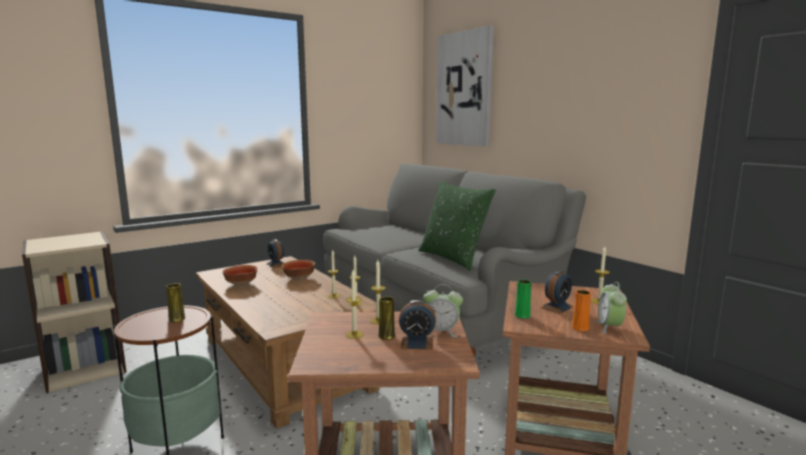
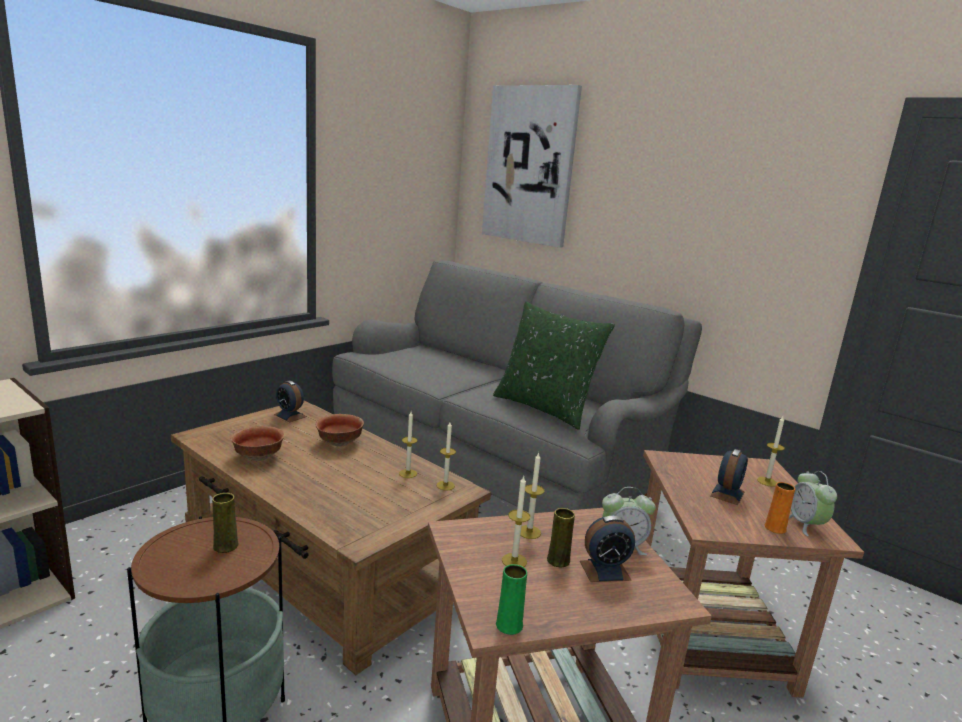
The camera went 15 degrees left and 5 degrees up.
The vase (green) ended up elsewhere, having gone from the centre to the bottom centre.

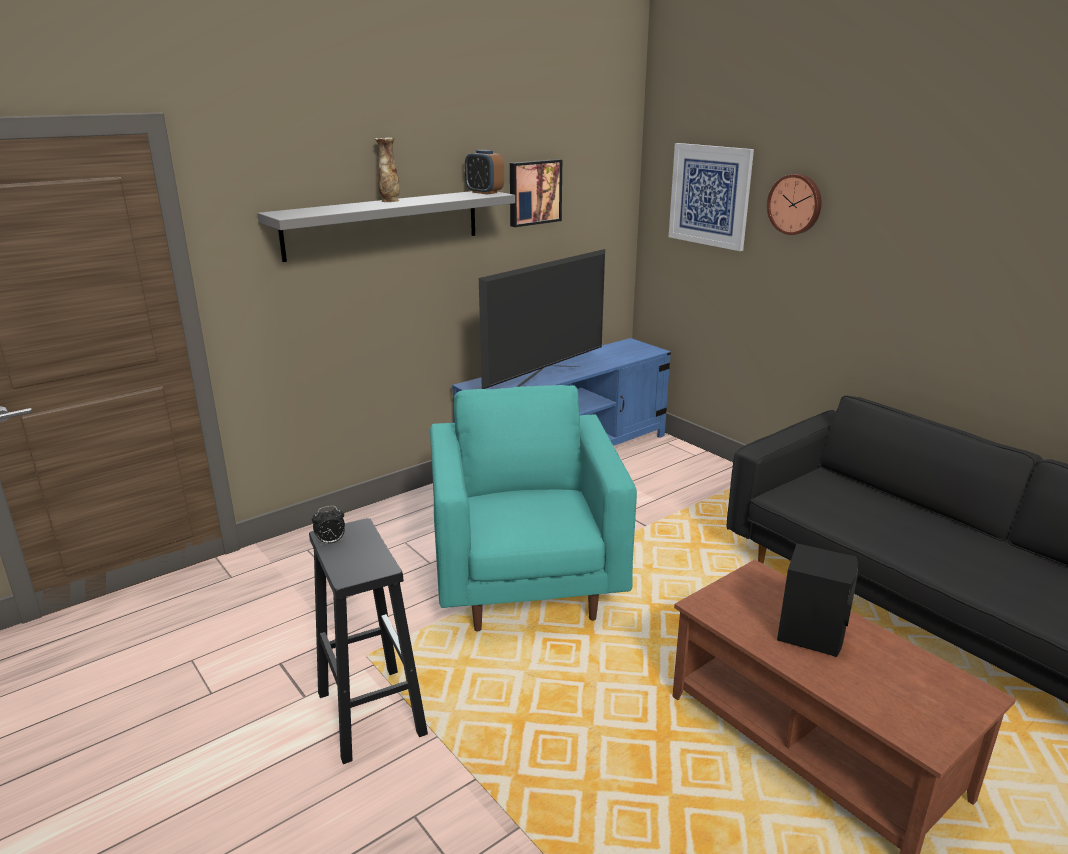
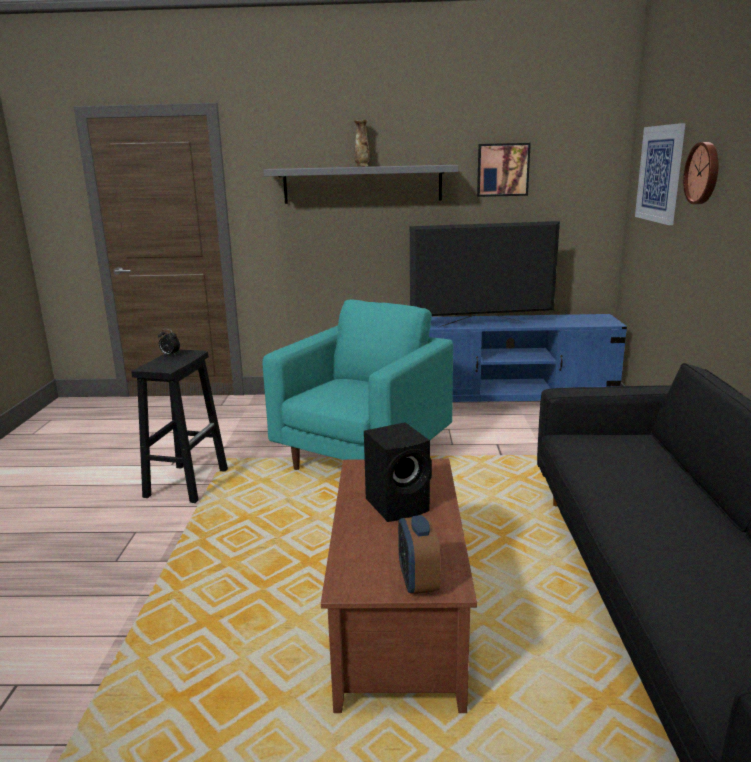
The camera went 40 degrees right and 5 degrees down.
The alarm clock (no. 2 from left) ended up elsewhere, having gone from the top centre to the bottom centre.

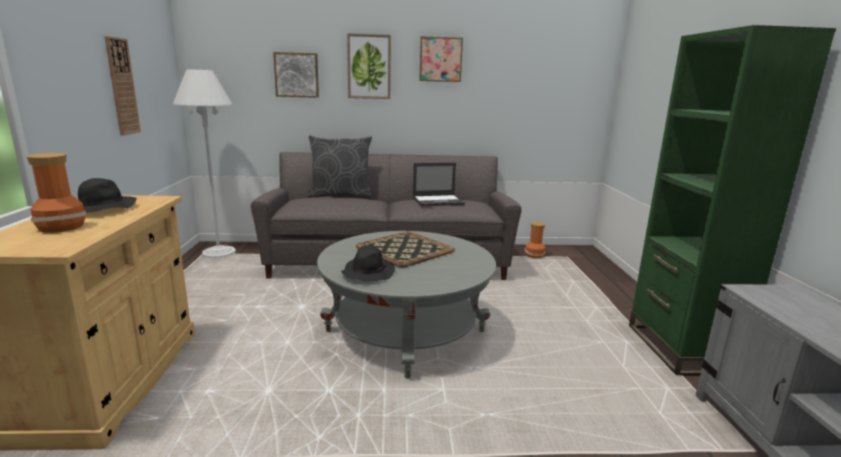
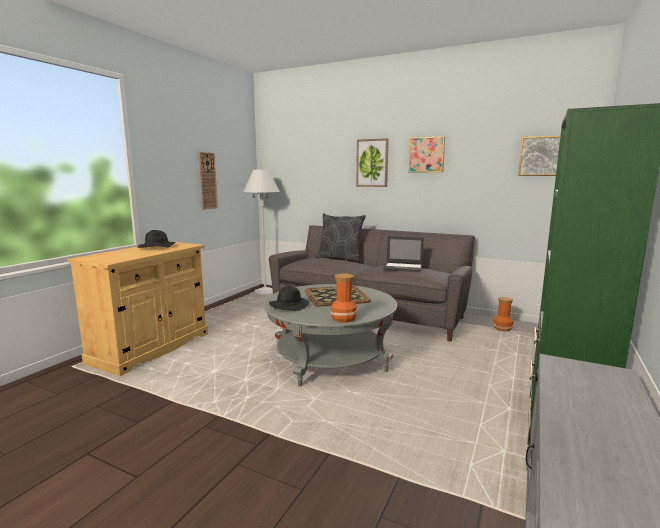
The camera went 30 degrees right and 5 degrees down.
The vase (no. 1 from left) ended up elsewhere, having gone from the middle left to the centre.
The picture (no. 1 from left in the first image) ended up elsewhere, having gone from the top centre to the top right.

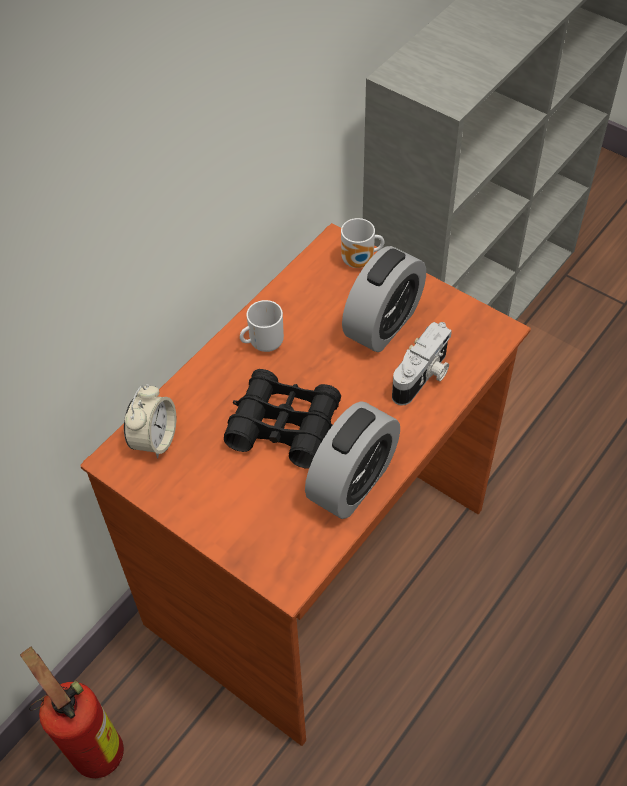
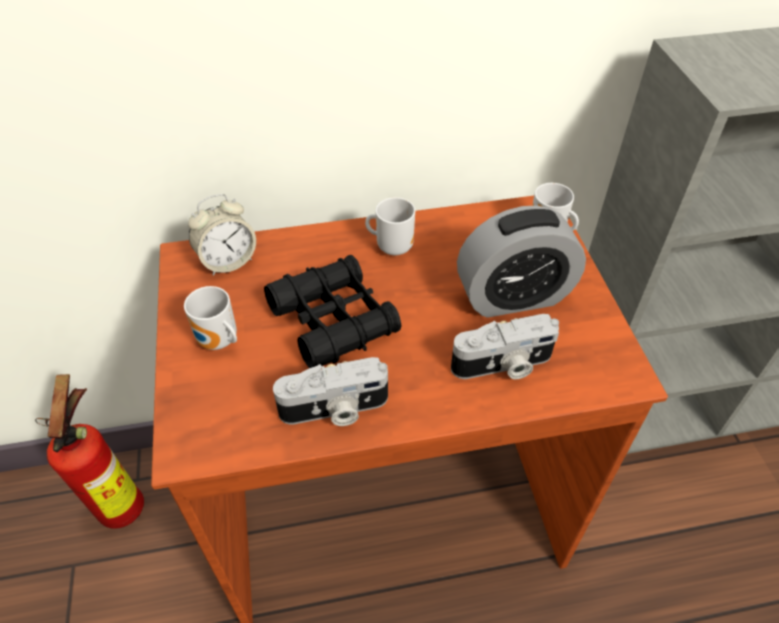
The camera went 40 degrees right and 5 degrees down.
Where the alarm clock (no. 2 from left) stood at the centre, the photo camera (no. 1 from left) came to stand at the centre.
The second view gained the mug (no. 1 from left) at the middle left.

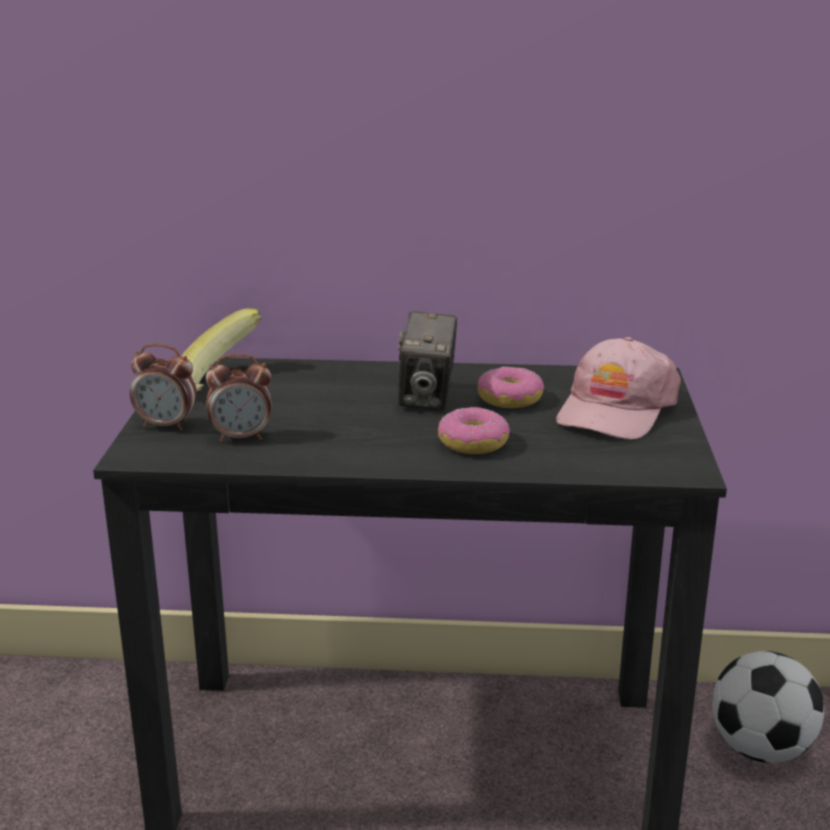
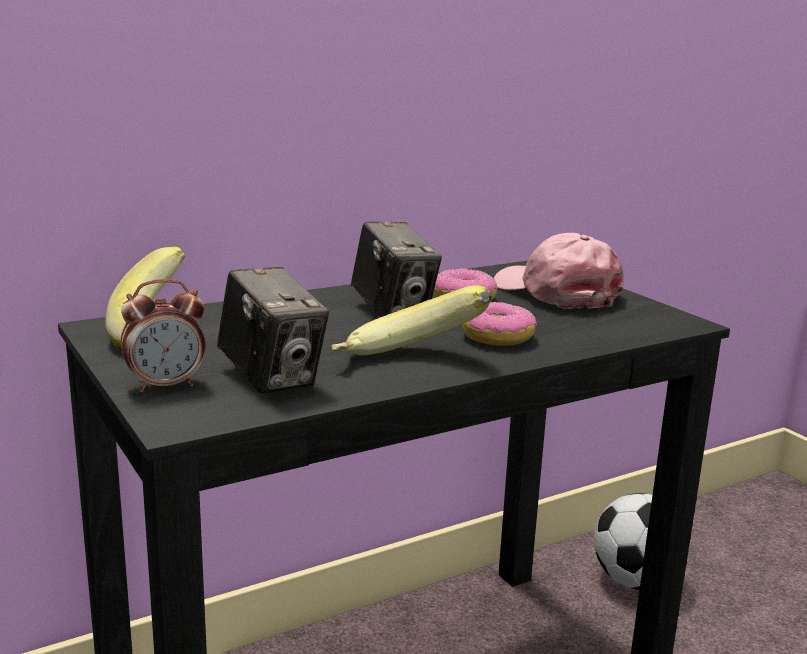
The camera went 35 degrees left and 5 degrees down.
Where the alarm clock (no. 2 from left) stood at the middle left, the photo camera (no. 1 from left) came to stand at the centre.
The cap (pink) at the middle right ended up facing another way, 150 degrees clockwise from before.
The second view gained the banana (no. 2 from left) at the centre.

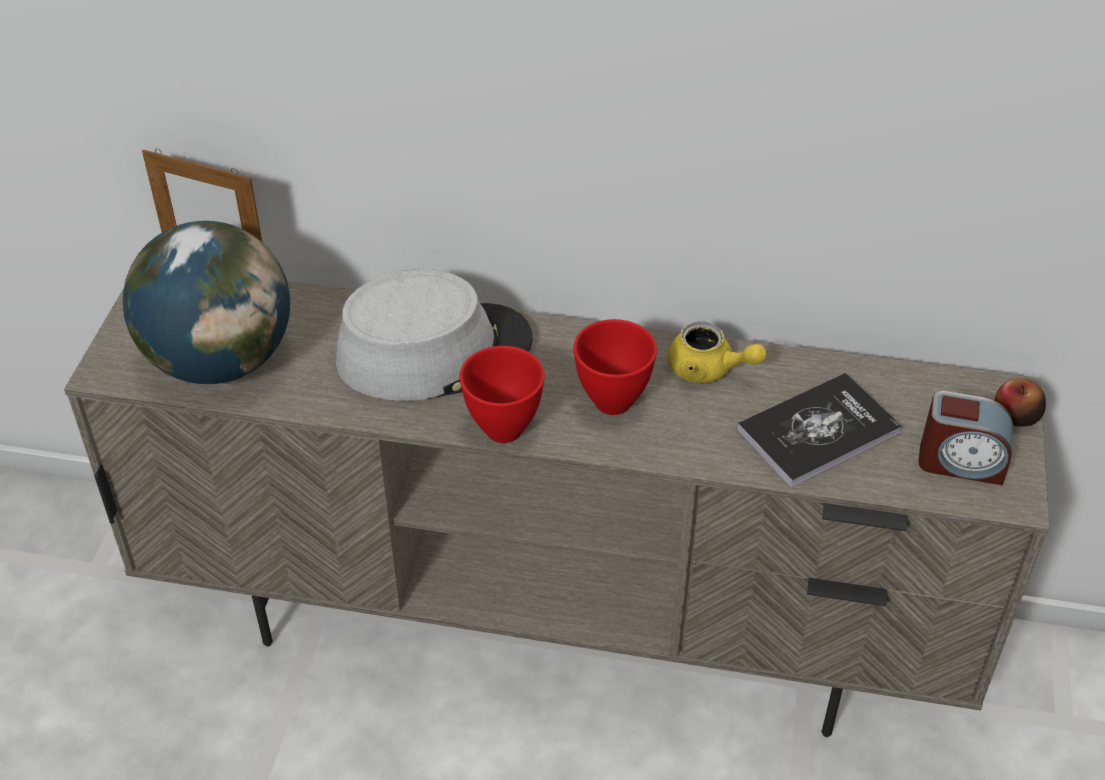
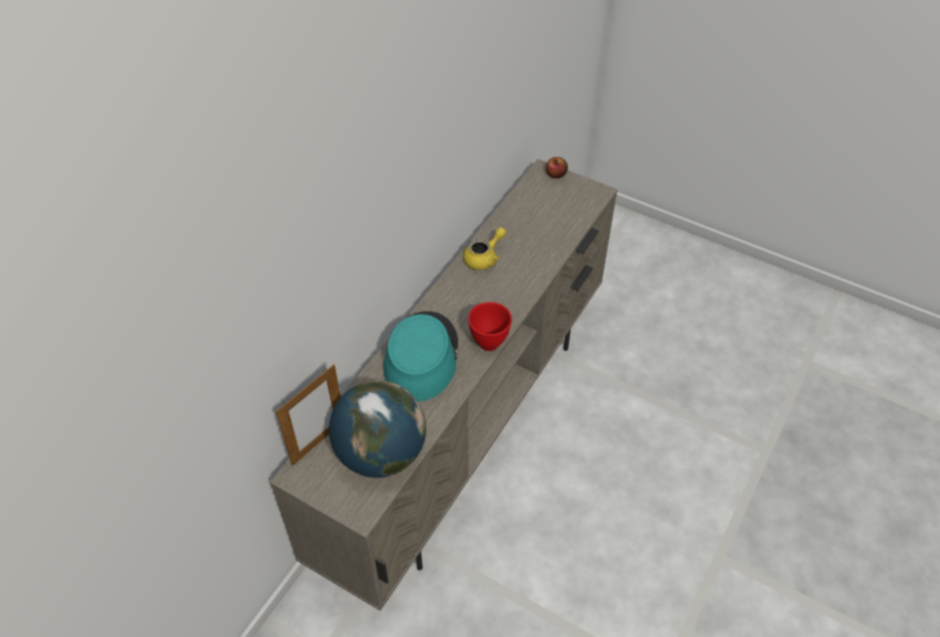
The camera went 70 degrees left and 5 degrees up.
What was the hat (grey) at the centre turned into the hat (turquoise) at the centre.
The second view lost the bowl (red) (no. 2 from left) at the centre.
The second view lost the book at the middle right.
The second view lost the alarm clock at the middle right.

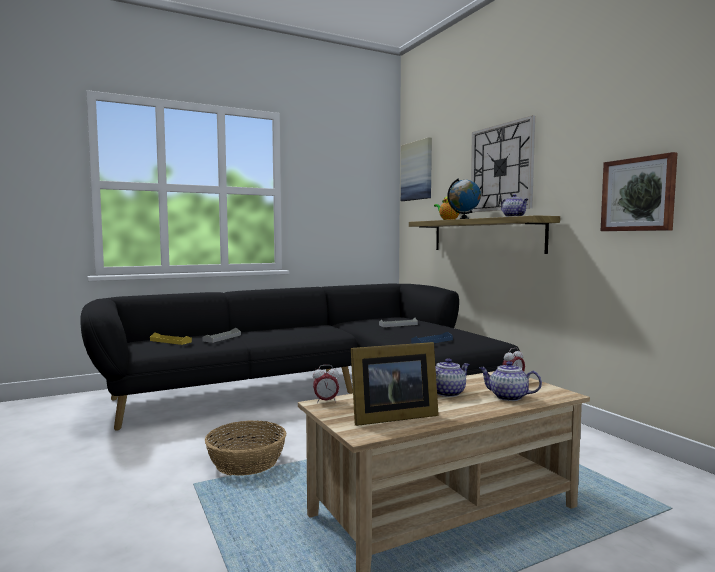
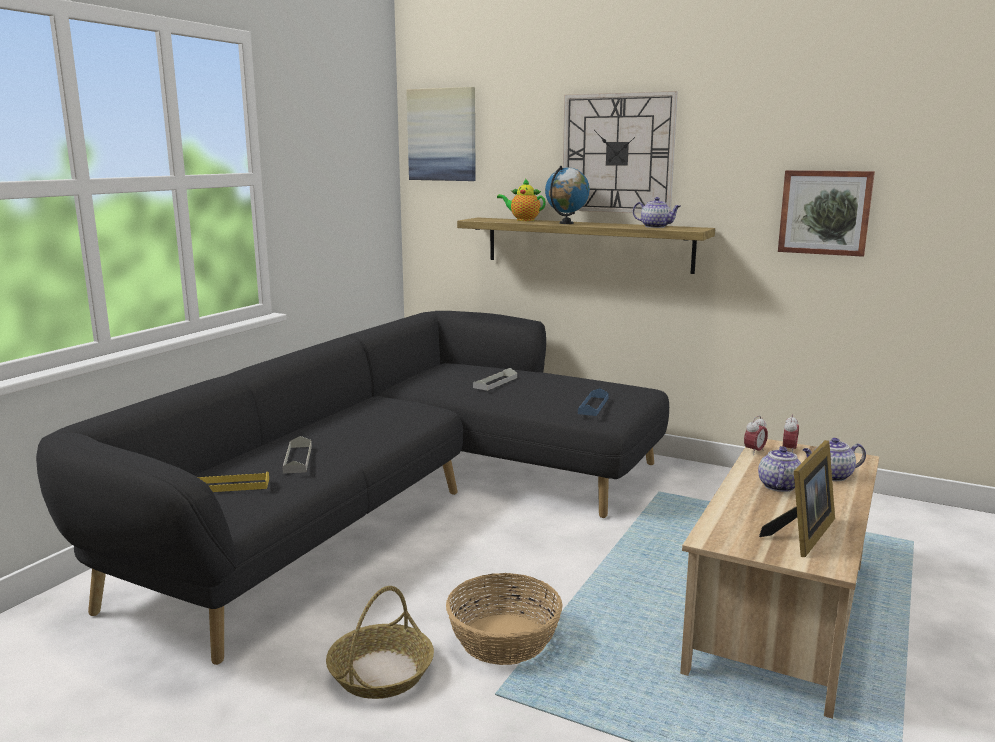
The camera went 35 degrees left and 10 degrees up.
The alarm clock (no. 1 from left) ended up elsewhere, having gone from the bottom centre to the middle right.
The second view gained the basket (no. 1 from left) at the bottom centre.

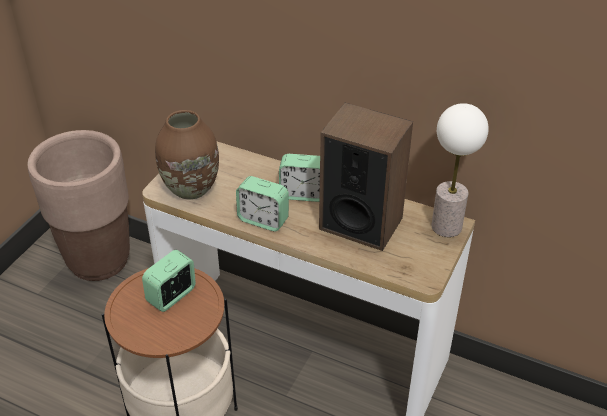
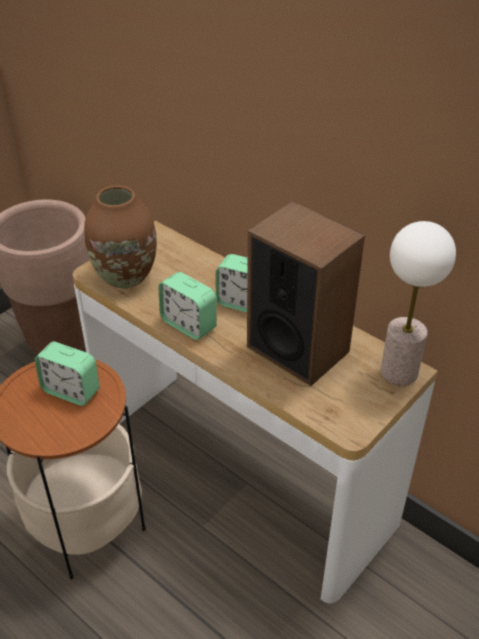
The camera went 15 degrees right and 0 degrees up.
The alarm clock (no. 1 from left) at the bottom left ended up facing another way, 120 degrees counterclockwise from before.

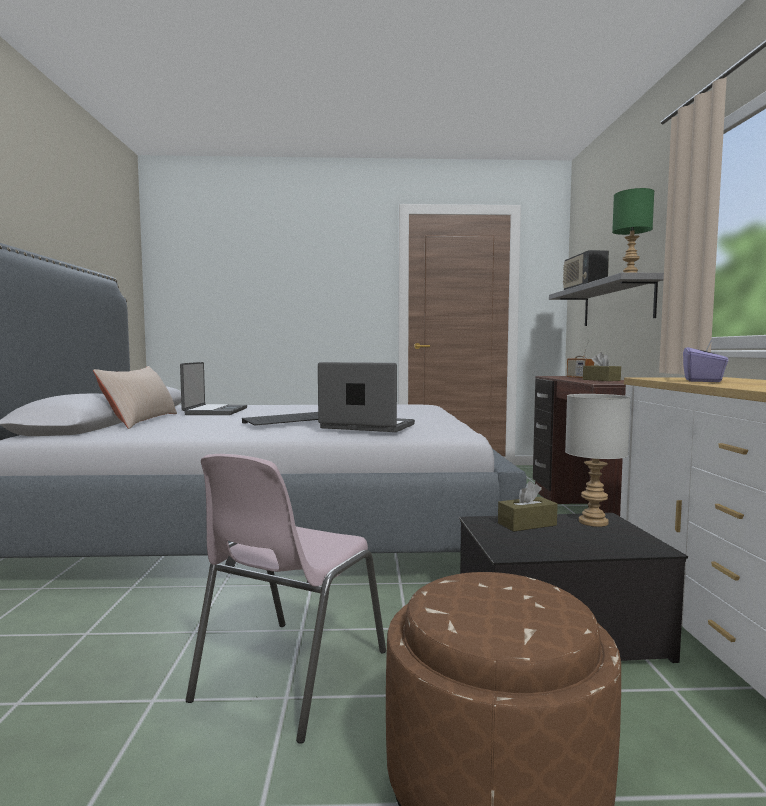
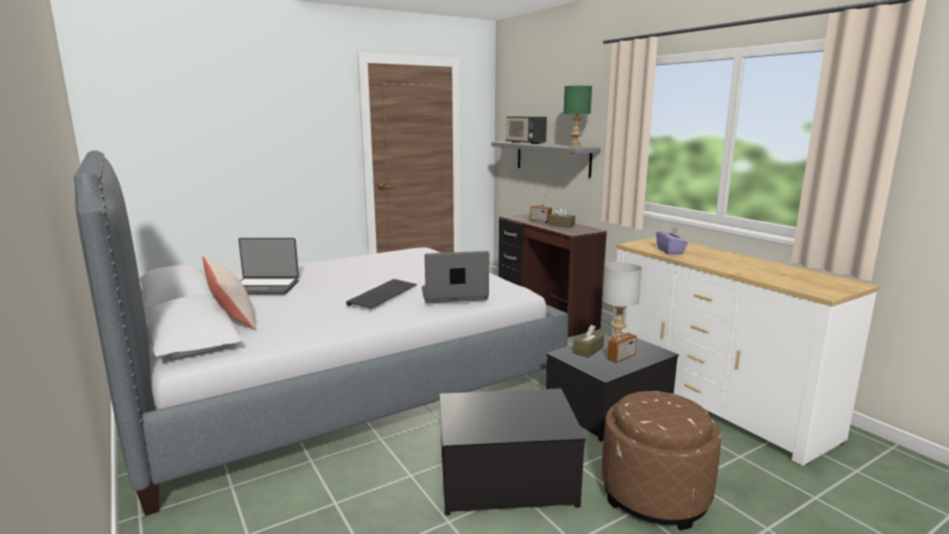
The camera went 30 degrees left and 10 degrees up.
The laptop (no. 1 from left) at the middle left ended up facing another way, 120 degrees clockwise from before.
Where the chair (pink) stood at the bottom centre, the storage box (no. 1 from left) came to stand at the bottom centre.
The second view gained the radio (no. 3 from left) at the centre.

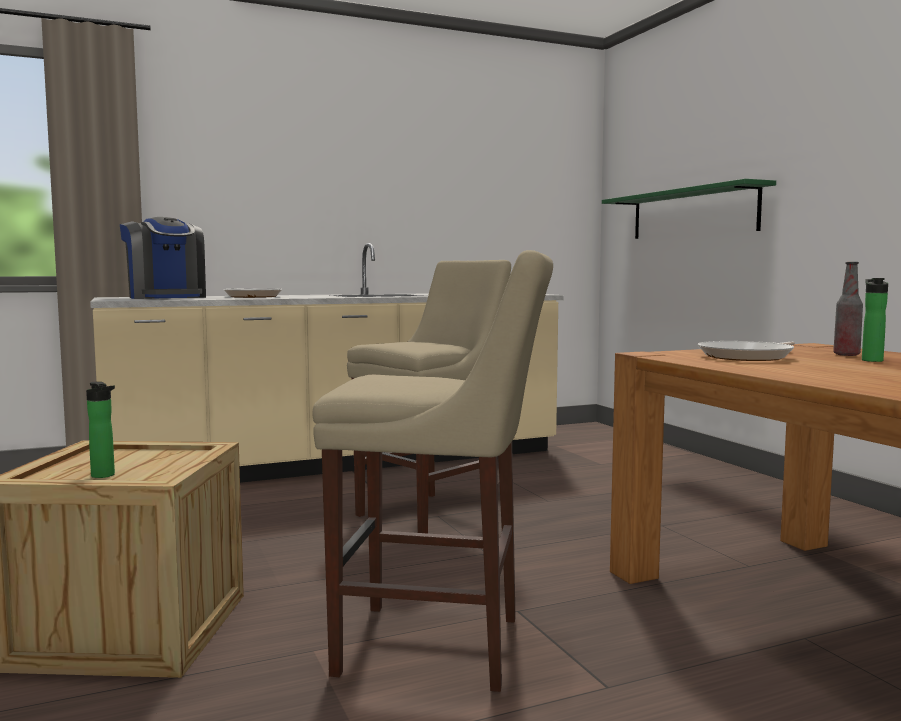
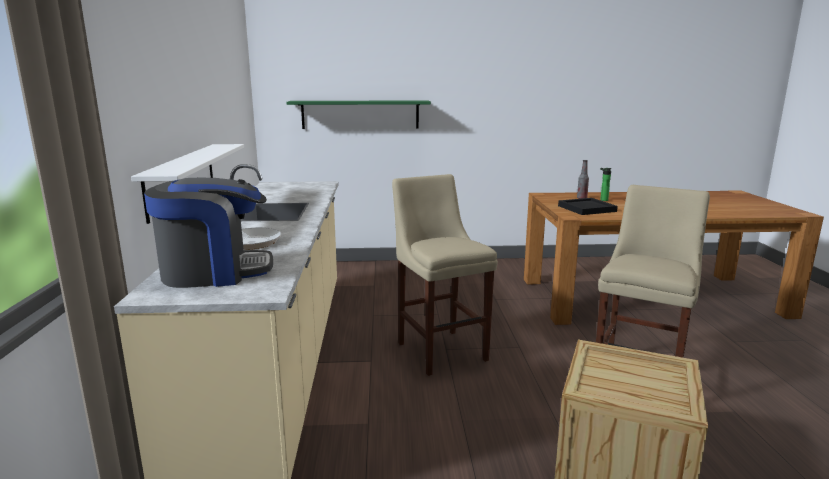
The camera went 70 degrees left and 10 degrees up.
The second view lost the bottle (no. 1 from left) at the middle left.
Where the frying pan (no. 2 from left) stood at the middle right, the tray (black) came to stand at the middle right.
The second view gained the shelf (white) at the middle left.

